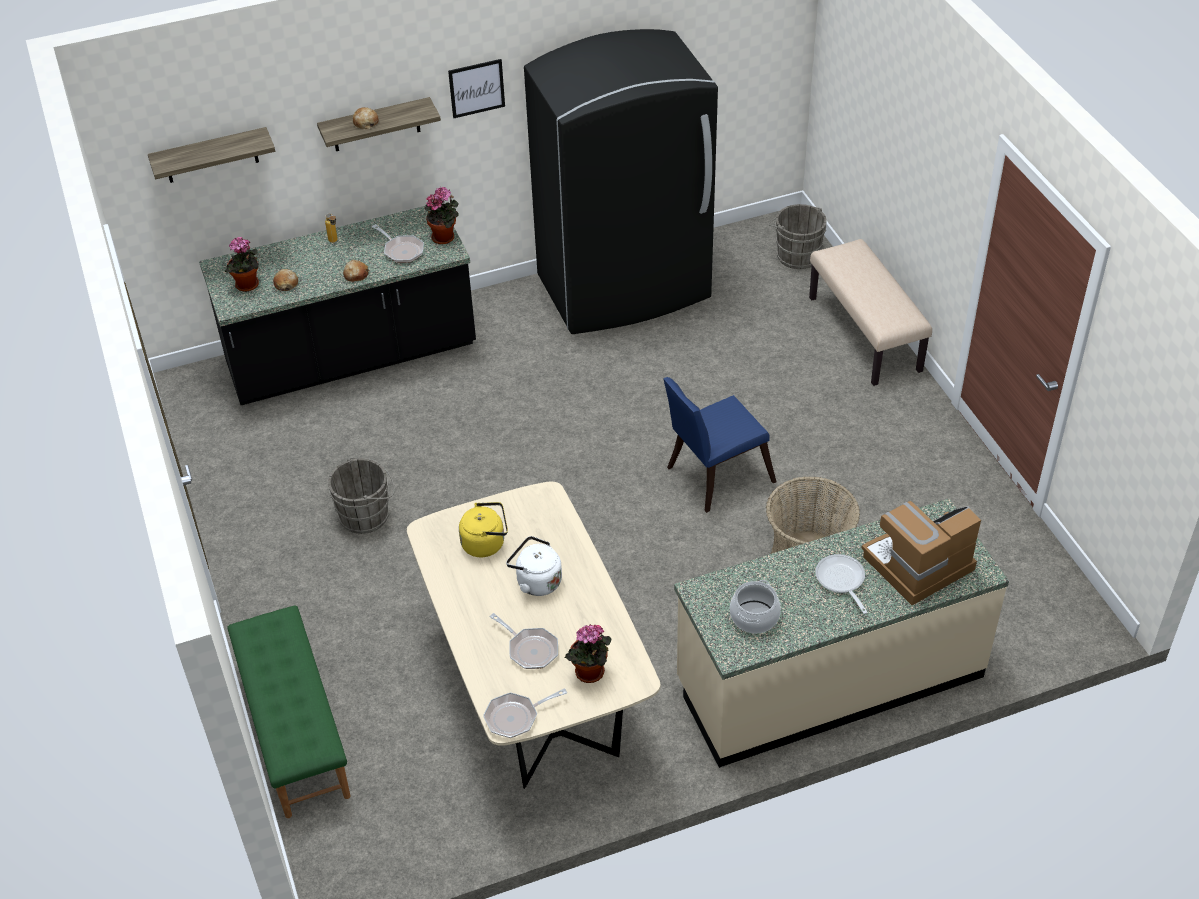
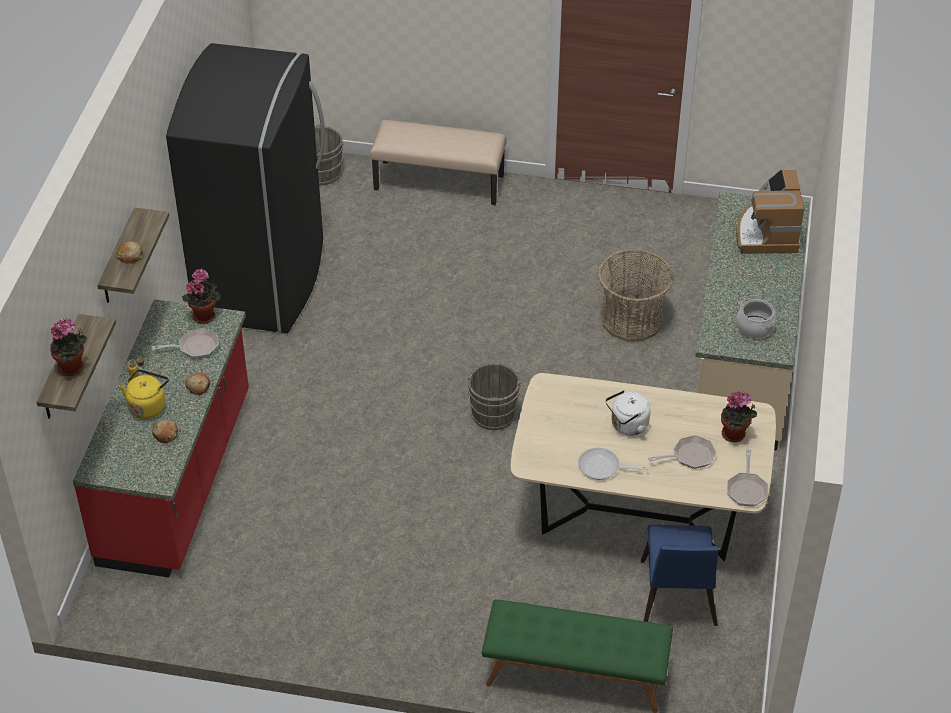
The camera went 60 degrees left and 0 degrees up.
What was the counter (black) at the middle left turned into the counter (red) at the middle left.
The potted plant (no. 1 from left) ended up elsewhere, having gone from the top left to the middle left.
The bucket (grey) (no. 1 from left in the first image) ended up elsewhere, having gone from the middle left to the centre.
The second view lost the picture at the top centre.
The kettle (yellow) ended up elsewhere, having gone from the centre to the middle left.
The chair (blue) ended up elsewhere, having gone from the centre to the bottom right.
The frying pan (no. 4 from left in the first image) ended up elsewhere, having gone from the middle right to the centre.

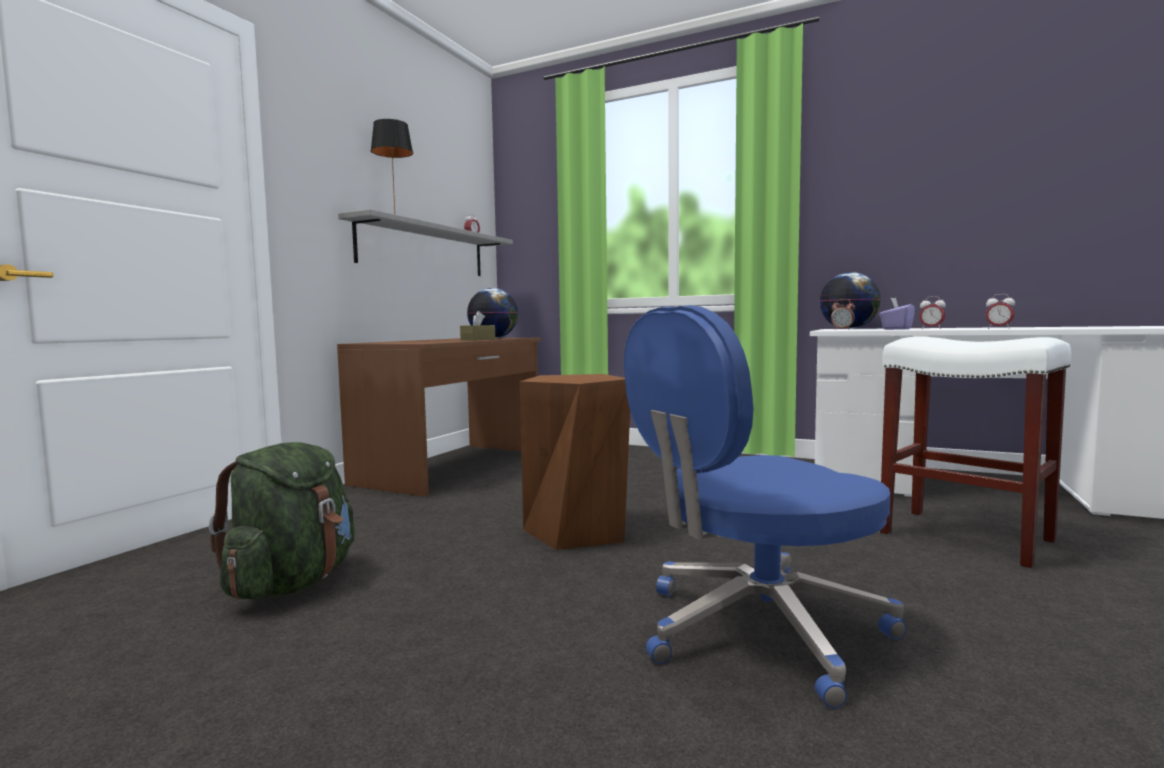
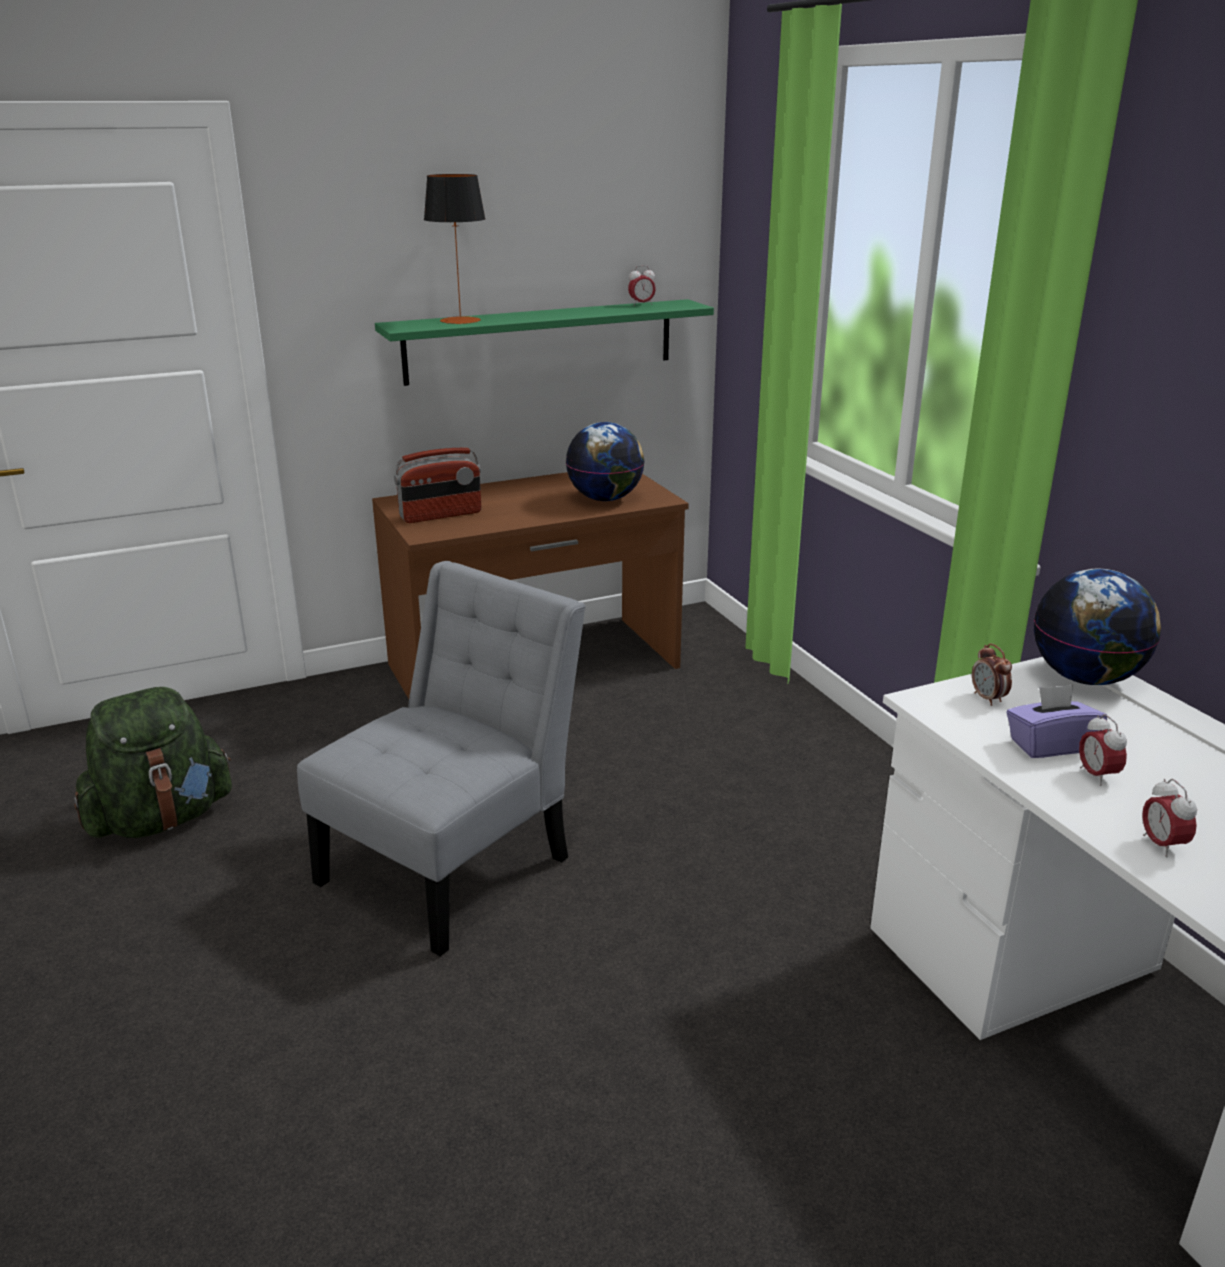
The camera went 40 degrees right and 20 degrees up.
What was the shelf (grey) at the top centre turned into the shelf (green) at the top centre.
The second view lost the tissue box (brown) at the centre.
Where the stool (brown) stood at the centre, the chair (grey) came to stand at the centre.
The second view lost the office chair (blue) at the centre.
The second view lost the stool (white) at the middle right.
The second view gained the radio at the centre.

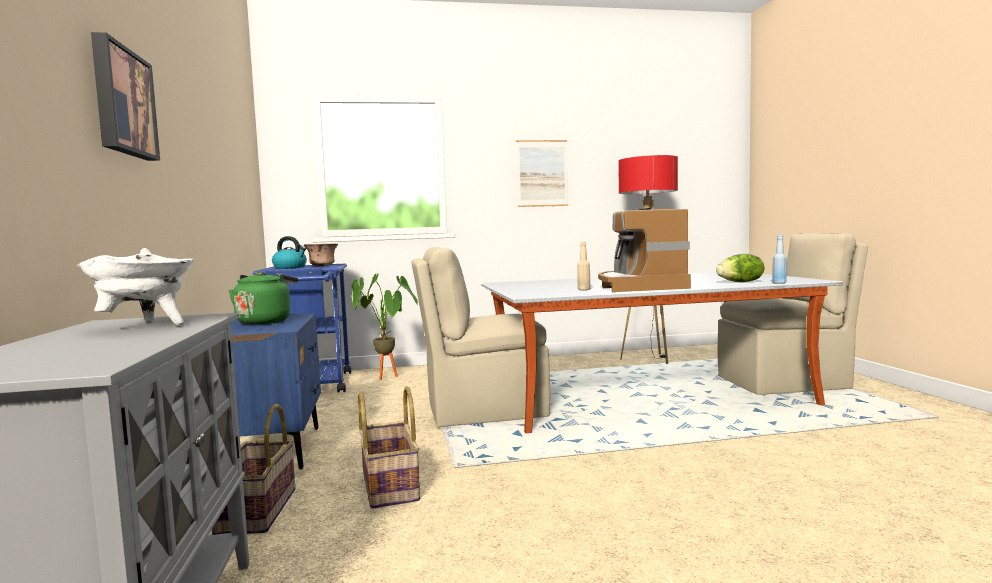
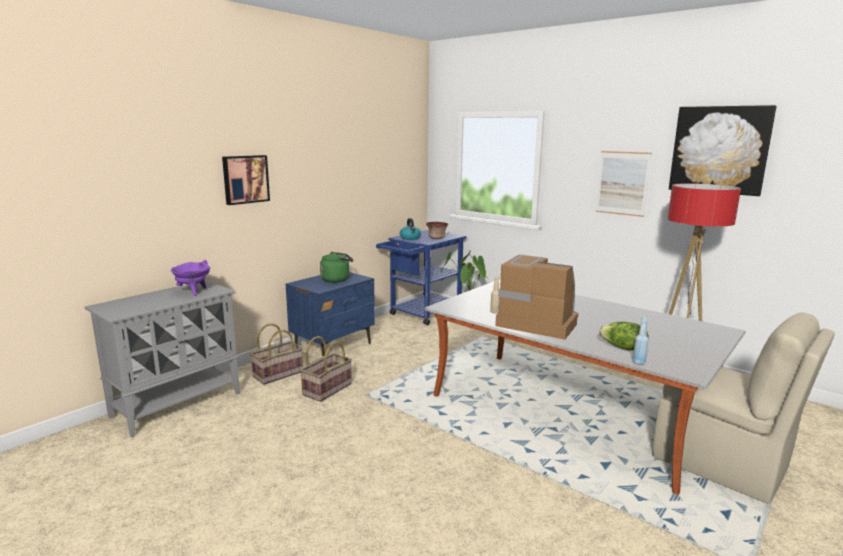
The camera went 50 degrees right and 10 degrees up.
What was the cooking pot (white) at the middle left turned into the cooking pot (purple) at the middle left.
The second view lost the chair (beige) (no. 1 from left) at the centre.
The coffee machine at the centre ended up facing another way, 75 degrees clockwise from before.
The second view gained the picture (no. 3 from left) at the top right.

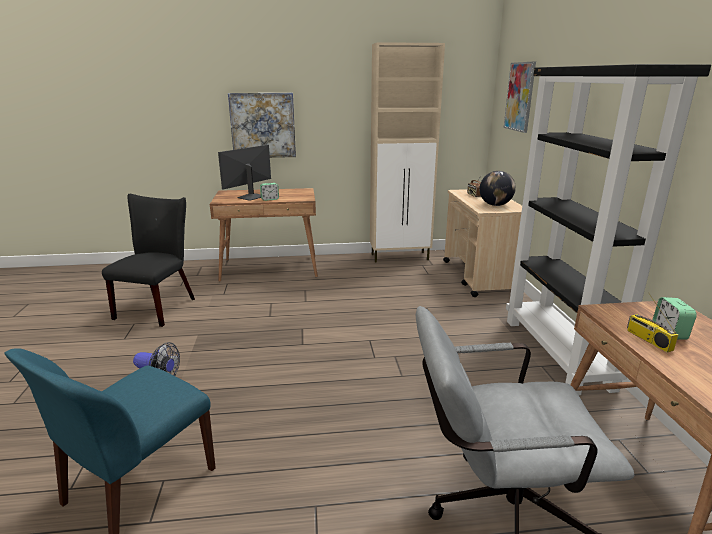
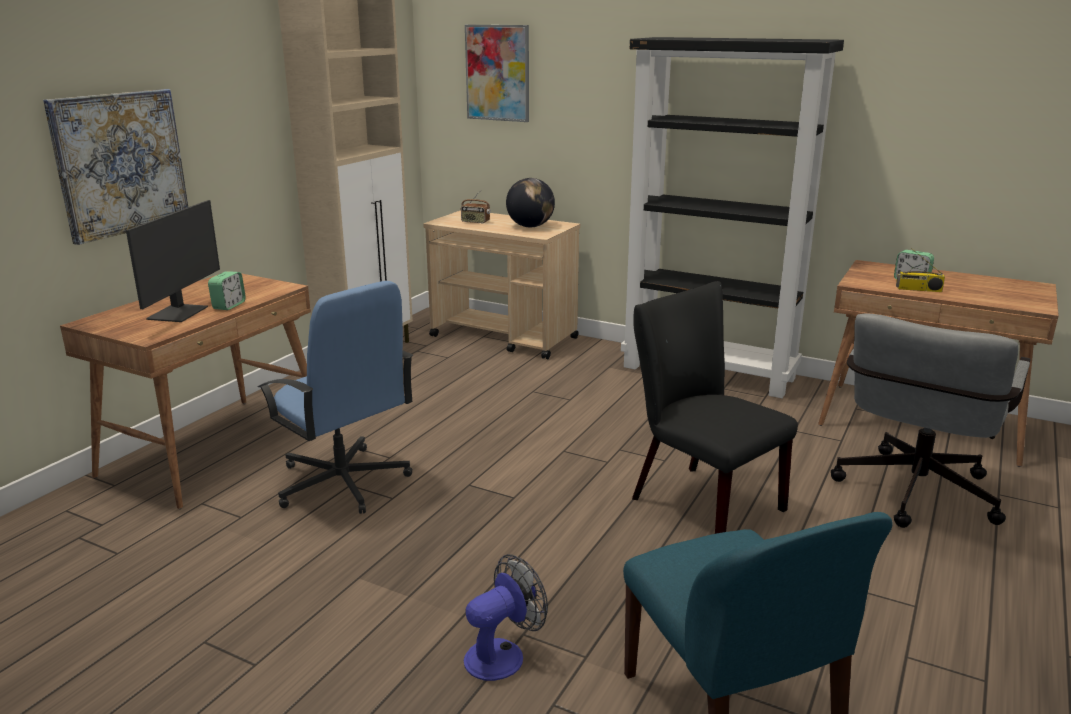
The camera went 55 degrees left and 0 degrees up.
The chair (black) ended up elsewhere, having gone from the middle left to the middle right.
The monitor at the top centre ended up facing another way, 150 degrees counterclockwise from before.
The second view gained the office chair (blue) at the middle left.

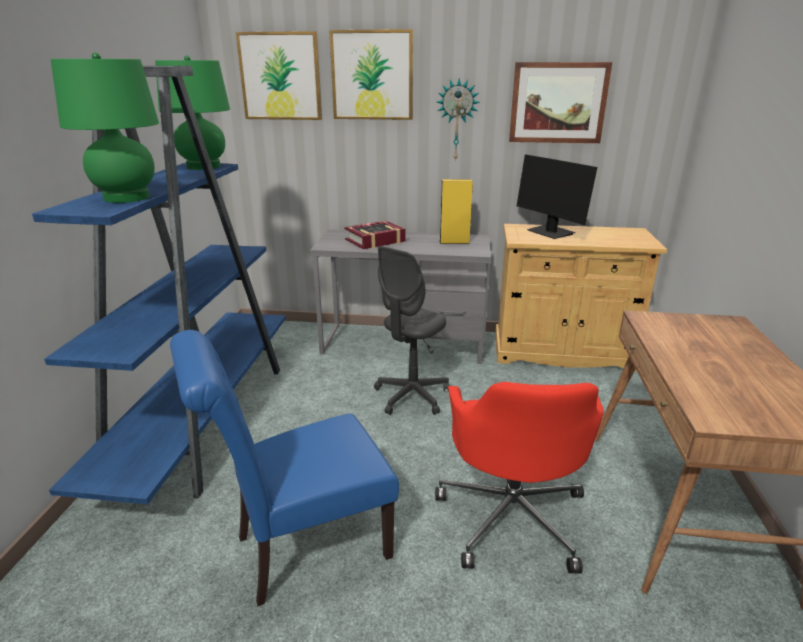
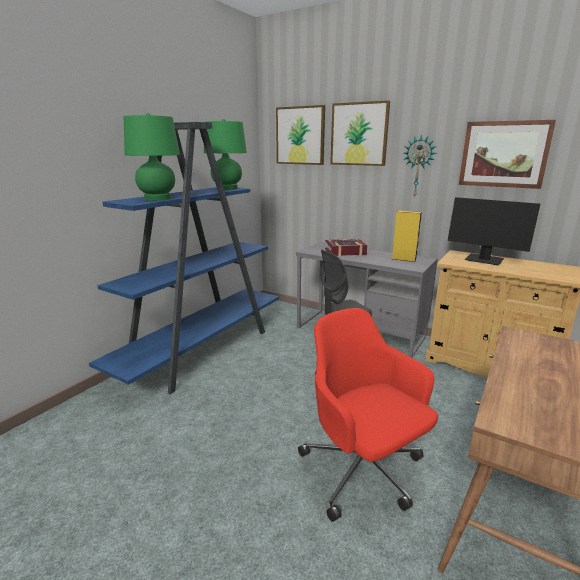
The camera went 25 degrees right and 5 degrees down.
The second view lost the chair (blue) at the bottom centre.
The office chair (red) at the bottom centre ended up facing another way, 120 degrees clockwise from before.
The monitor at the top right ended up facing another way, 45 degrees counterclockwise from before.

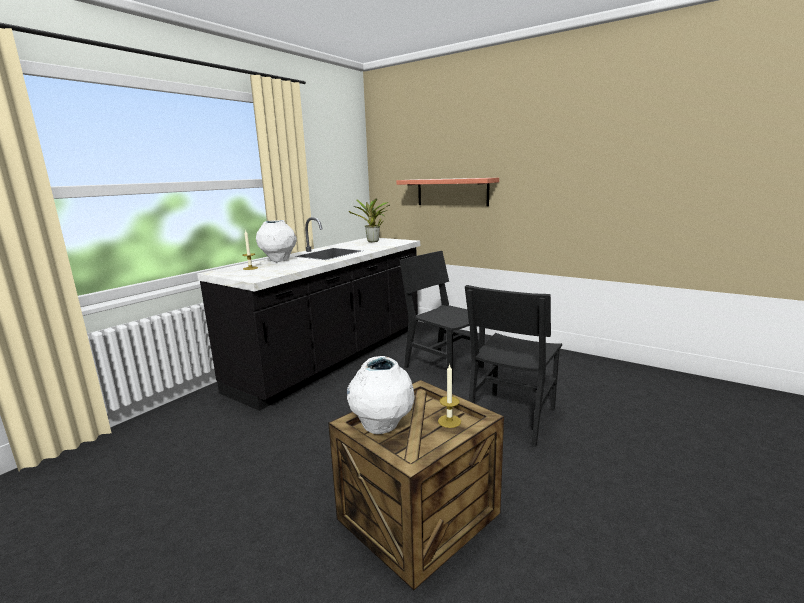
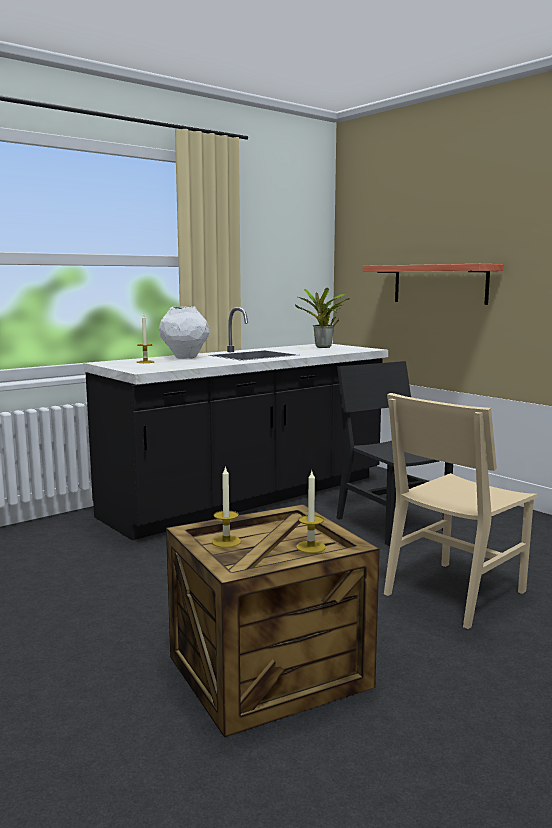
The camera went 15 degrees right and 5 degrees down.
Where the vase (white) (no. 2 from left) stood at the centre, the candle (no. 2 from left) came to stand at the centre.
What was the chair (black) (no. 2 from left) at the centre turned into the chair (beige) at the middle right.

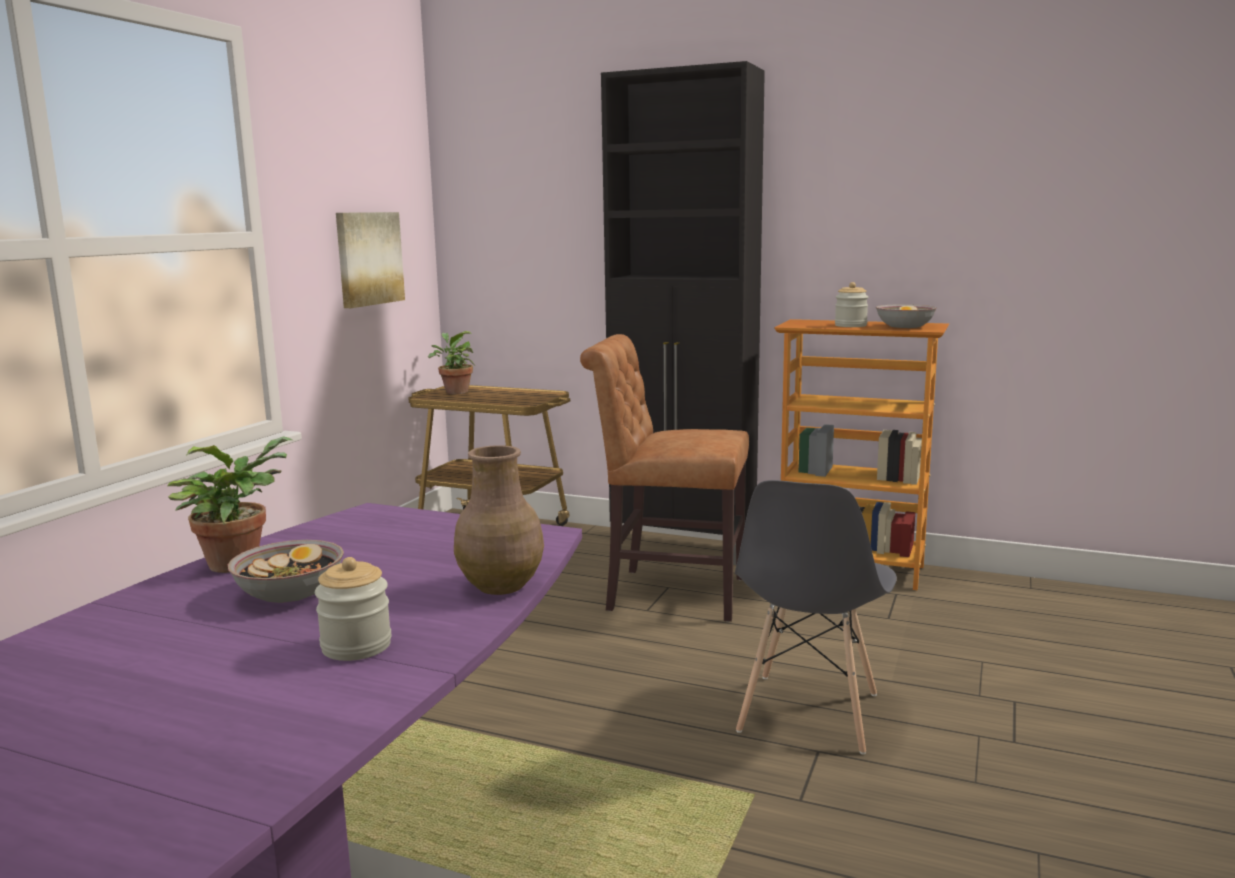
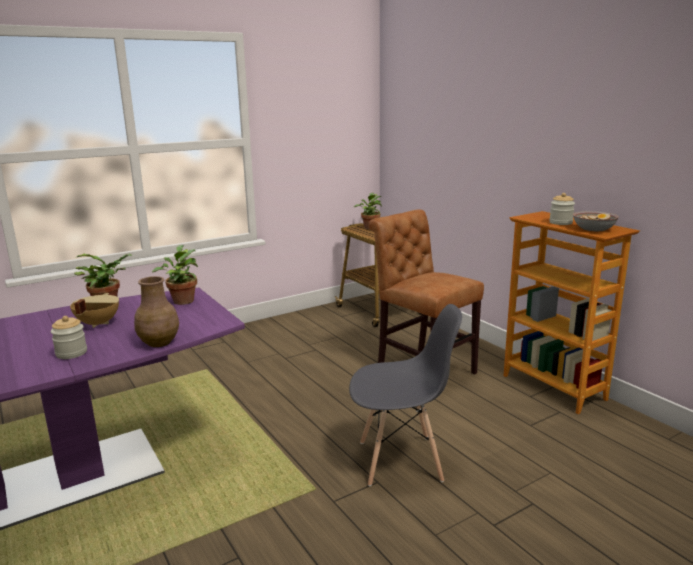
The camera went 35 degrees right and 5 degrees up.
Where the bowl (no. 1 from left) stood at the middle left, the cooking pot (beige) came to stand at the middle left.
The second view lost the picture at the top left.
The second view lost the cabinet (black) at the centre.
The chair (grey) at the bottom centre ended up facing another way, 150 degrees counterclockwise from before.
The second view gained the potted plant (no. 2 from left) at the middle left.

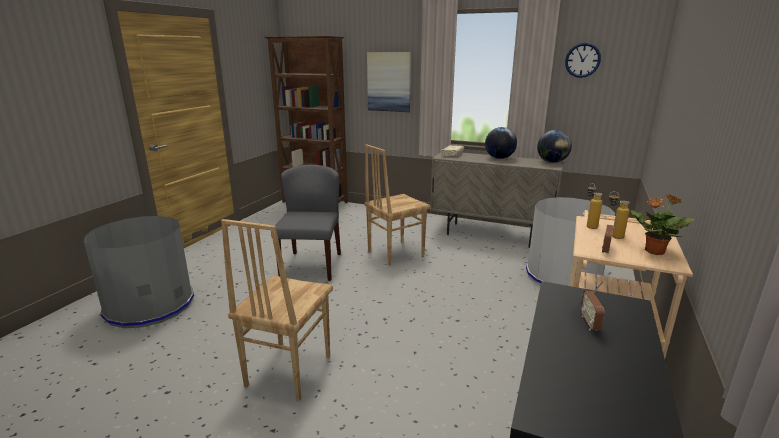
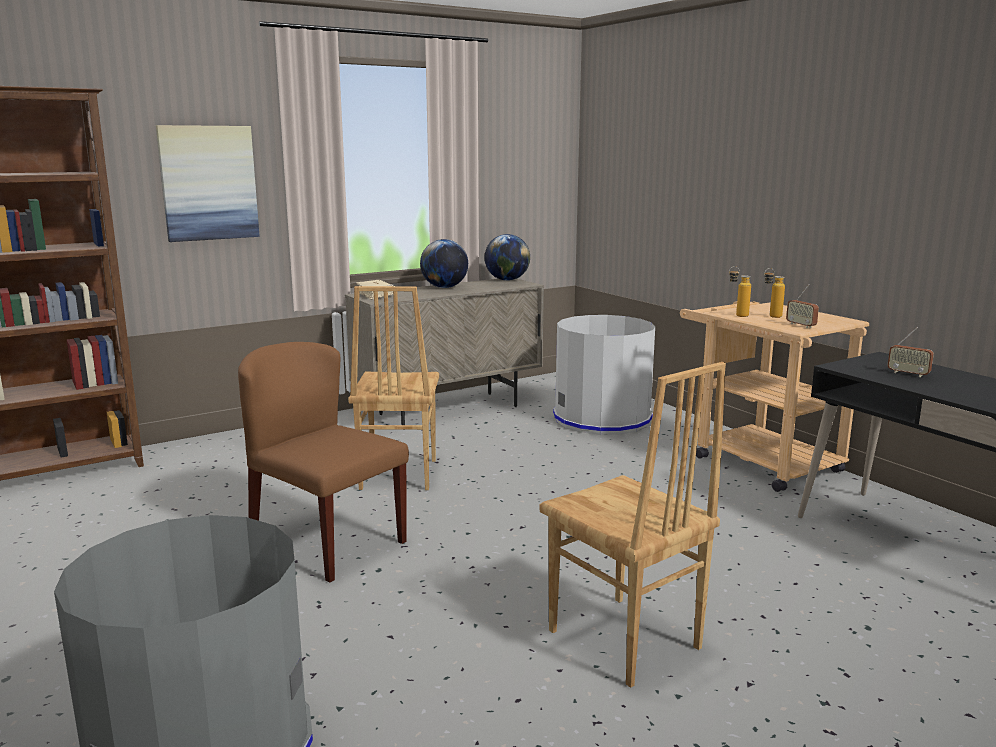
The camera went 55 degrees left and 5 degrees down.
What was the chair (grey) at the centre turned into the chair (brown) (no. 1 from left) at the middle left.
The second view lost the wall clock at the top right.
The second view lost the potted plant at the middle right.

